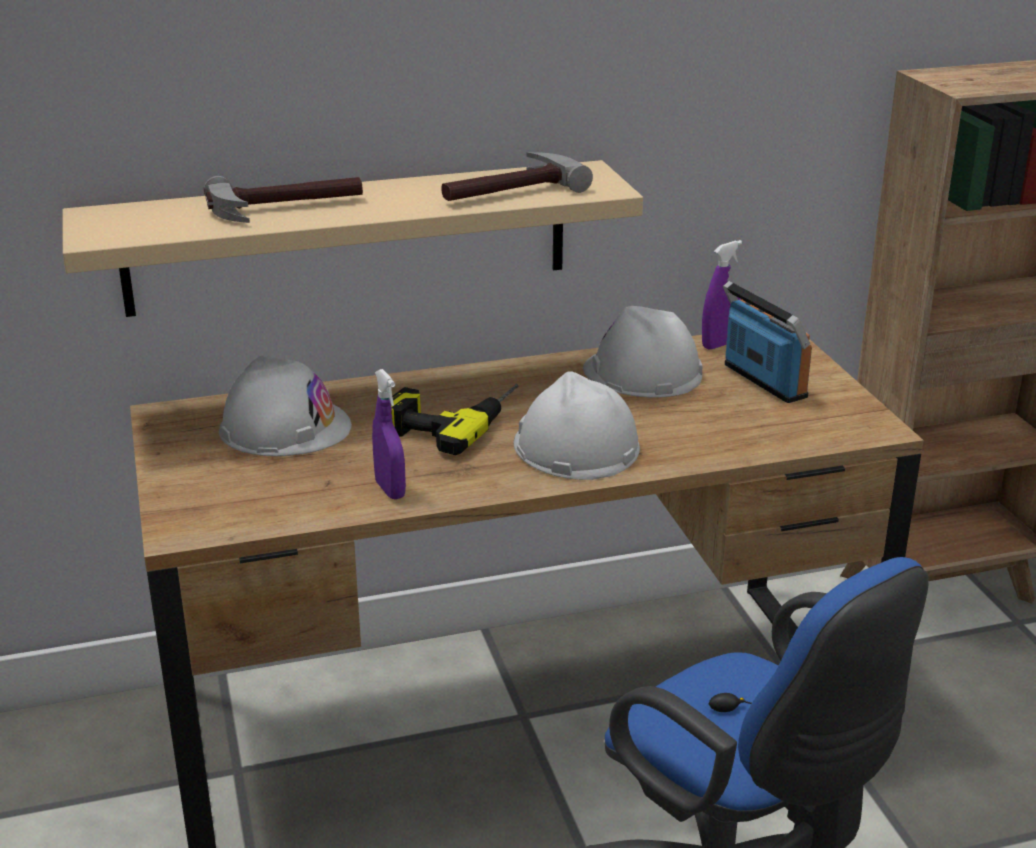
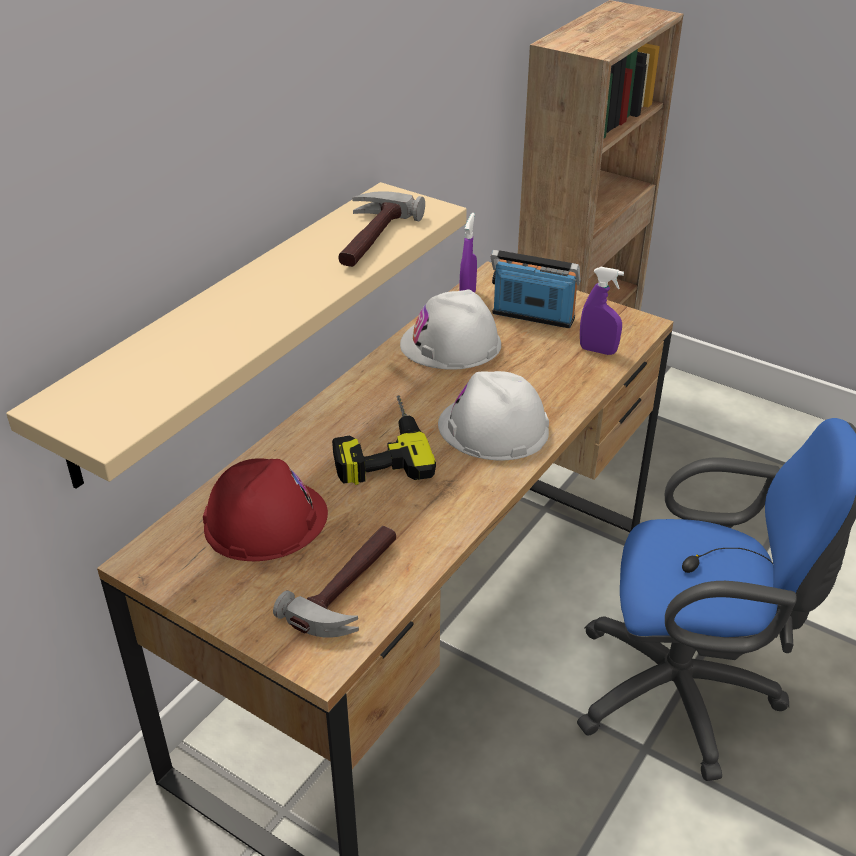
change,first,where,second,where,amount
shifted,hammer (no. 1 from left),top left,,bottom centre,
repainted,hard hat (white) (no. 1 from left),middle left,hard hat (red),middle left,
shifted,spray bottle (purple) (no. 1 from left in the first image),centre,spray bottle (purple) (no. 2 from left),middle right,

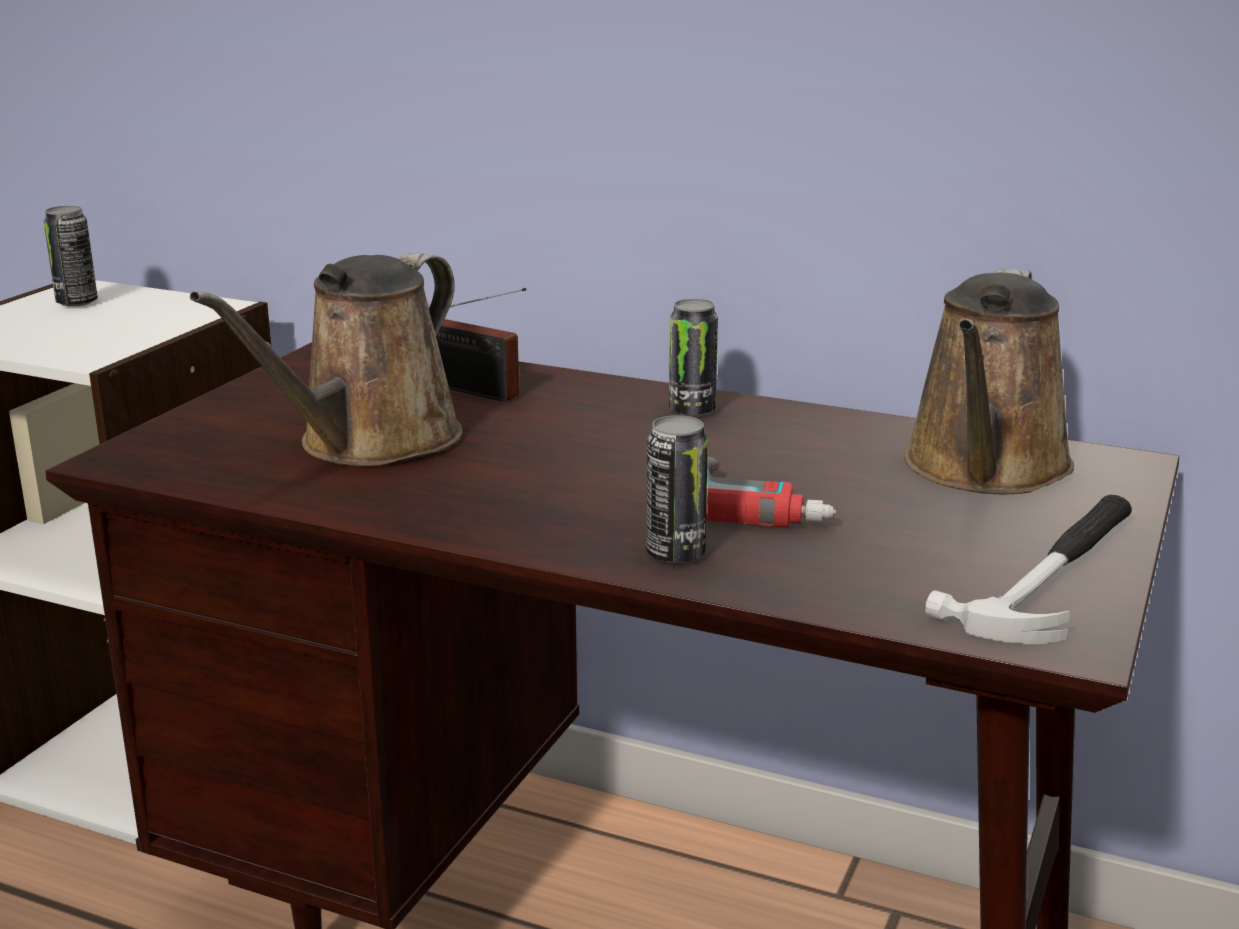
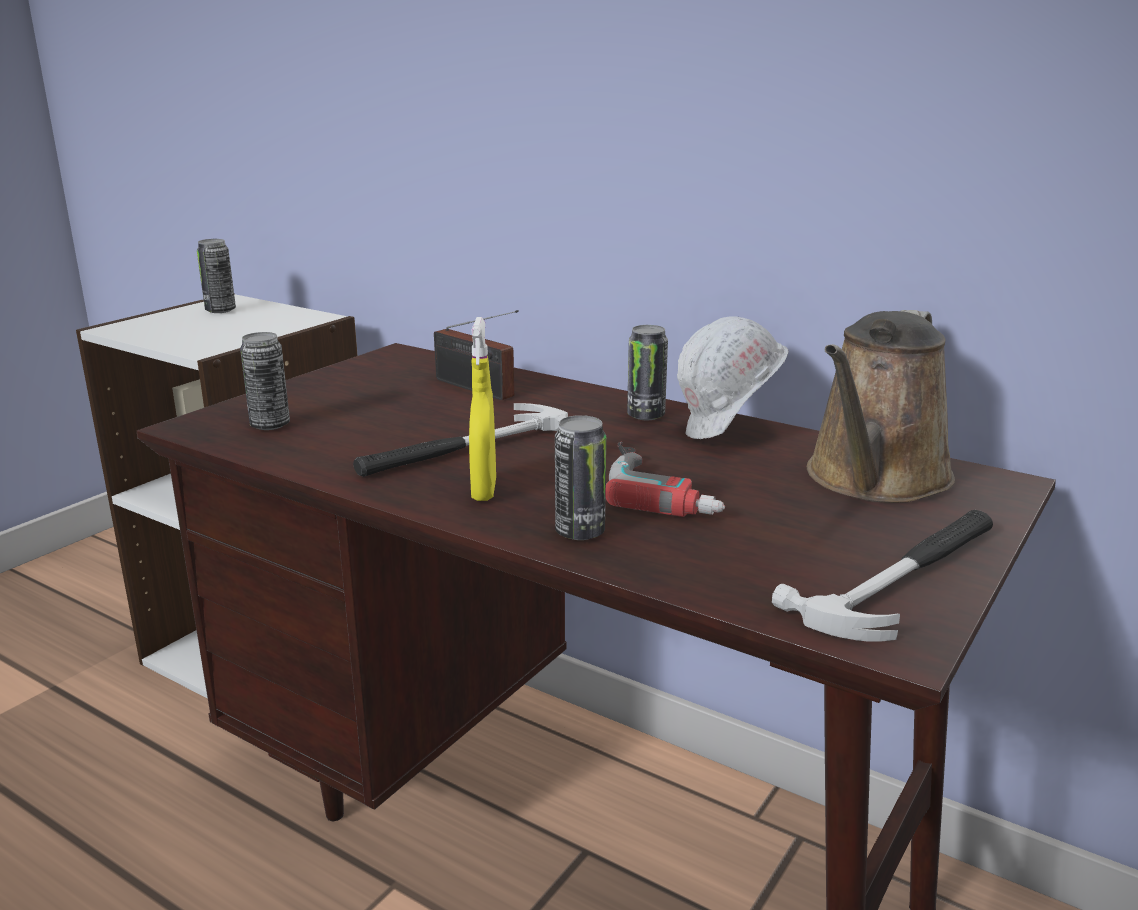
change,first,where,second,where,amount
gone,watering can (brown) (no. 1 from left),middle left,,,
new,,,spray bottle (yellow),centre,
new,,,hard hat (white),centre,
new,,,can (no. 2 from left),middle left,
new,,,hammer (no. 1 from left),centre,

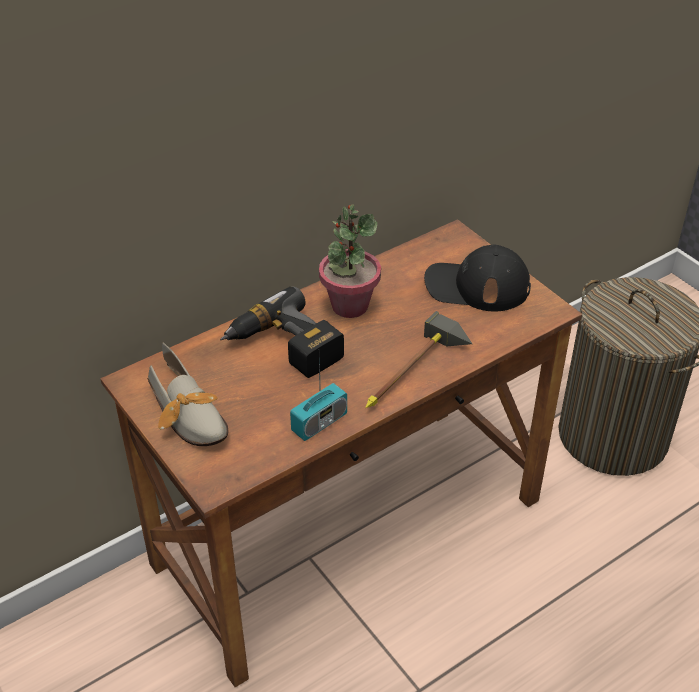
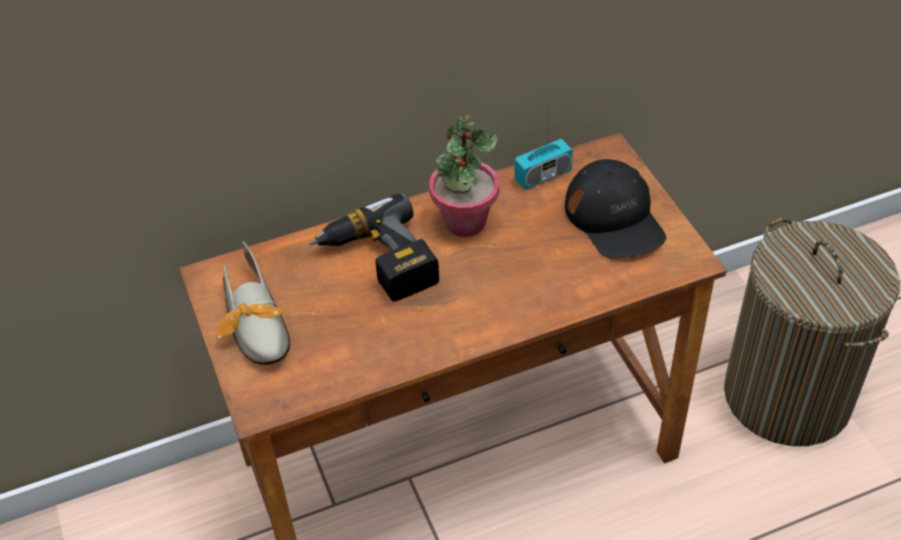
change,first,where,second,where,amount
rotated,cap (black),middle right,,middle right,135 degrees counterclockwise
gone,hammer,centre,,,
shifted,radio,centre,,top centre,

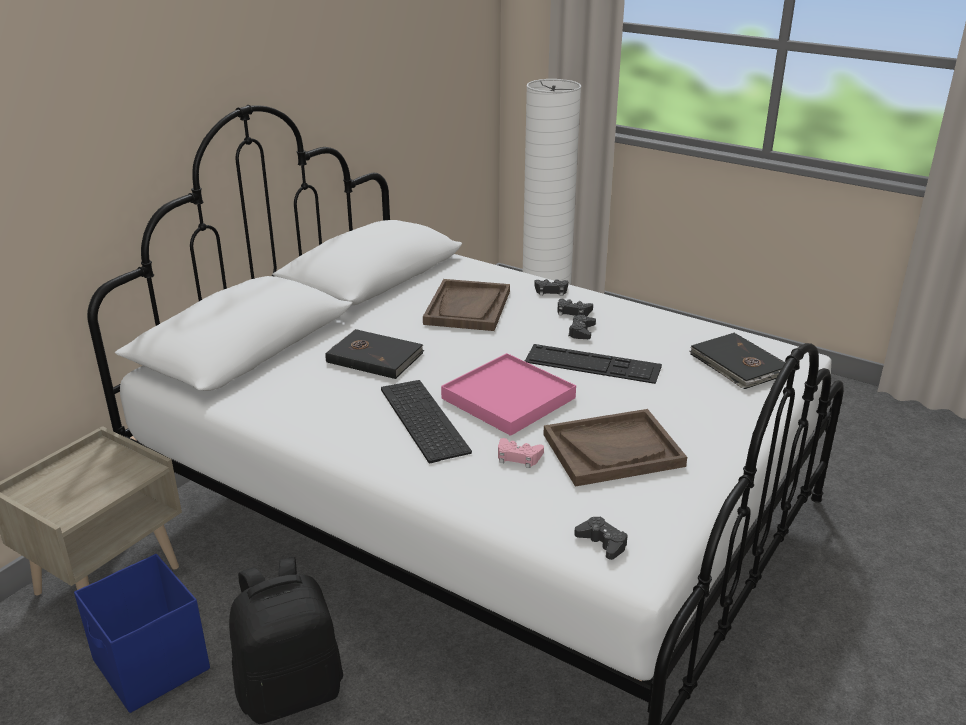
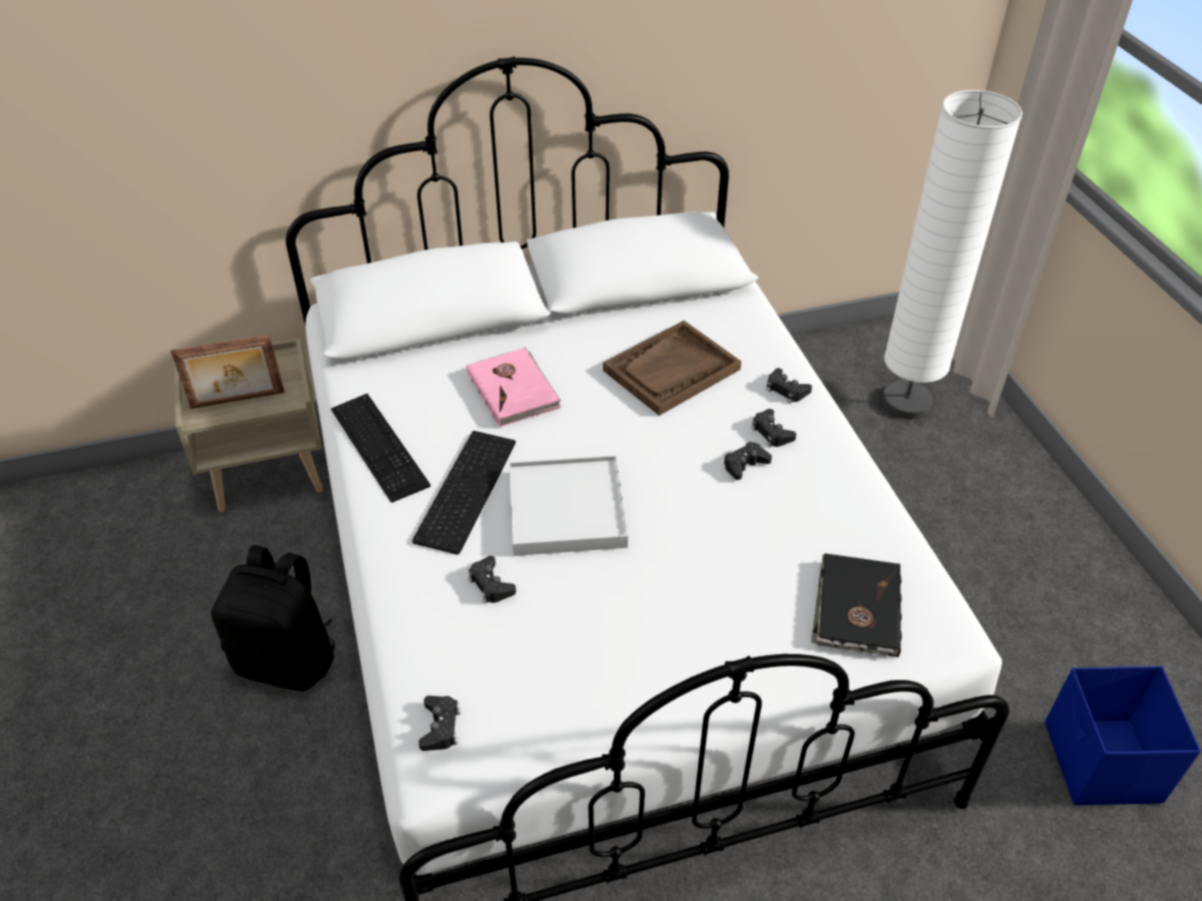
change,first,where,second,where,amount
repainted,book (black) (no. 1 from left),centre,book (pink),centre,
shifted,keyboard (no. 2 from left in the first image),centre,keyboard (no. 1 from left),middle left,
repainted,tray (pink),centre,tray (white),centre,
gone,tray (brown) (no. 2 from left),centre,,,
repainted,game controller (pink),centre,game controller (black) (no. 2 from left),centre,
shifted,storage box (blue),bottom left,,bottom right,
new,,,picture frame,middle left,

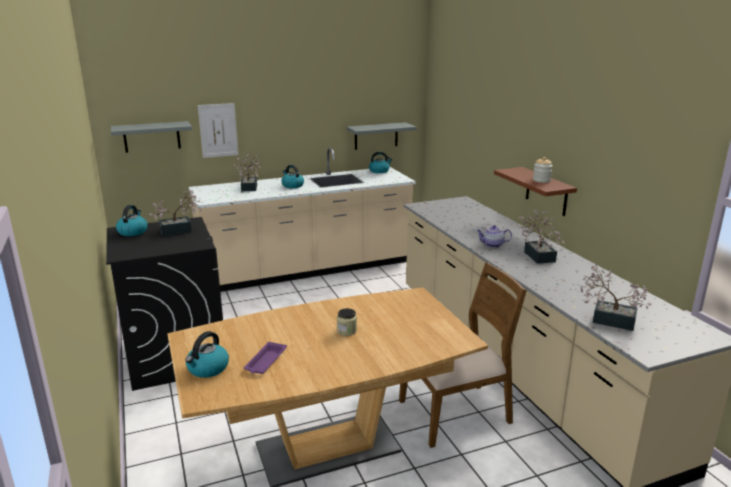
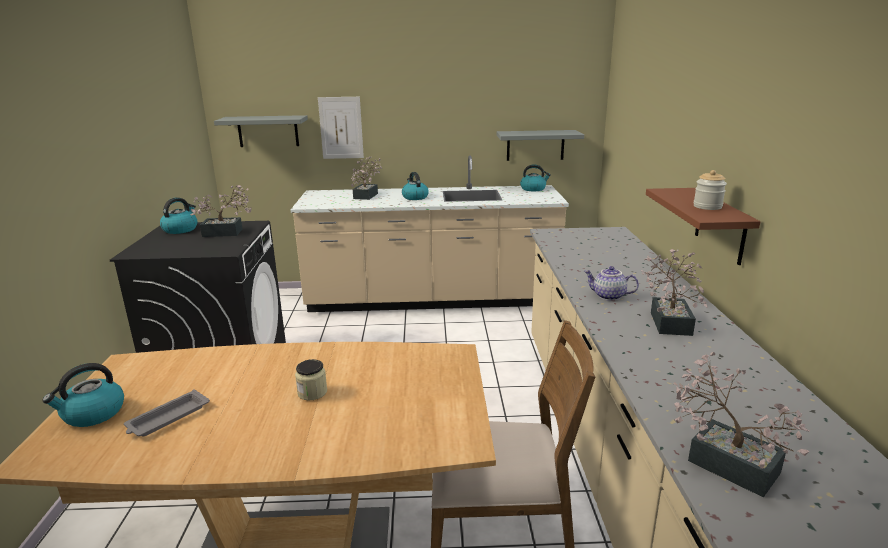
change,first,where,second,where,amount
repainted,tray (purple),bottom centre,tray (grey),bottom left,

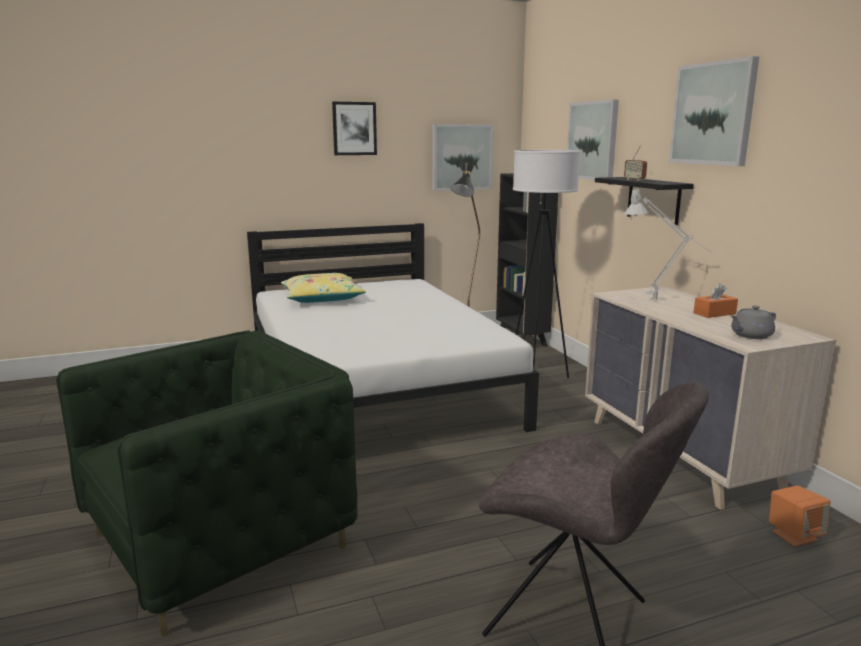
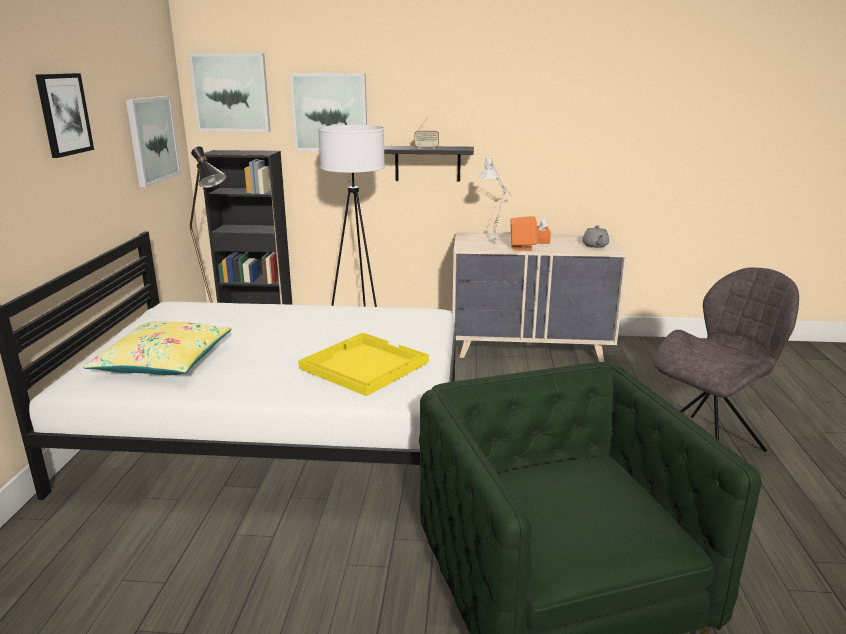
change,first,where,second,where,amount
shifted,picture (no. 4 from left in the first image),top right,picture (no. 3 from left),top left,
shifted,speaker (orange),bottom right,,centre,
new,,,tray (yellow),centre,

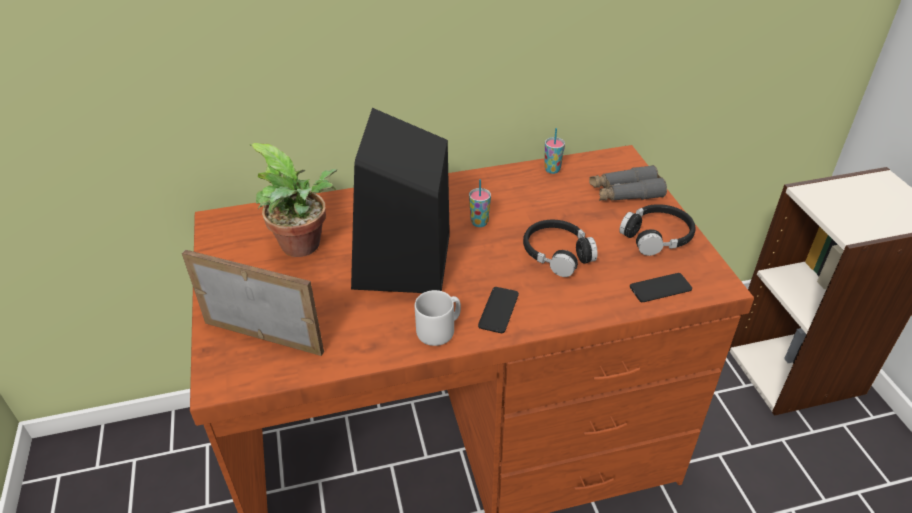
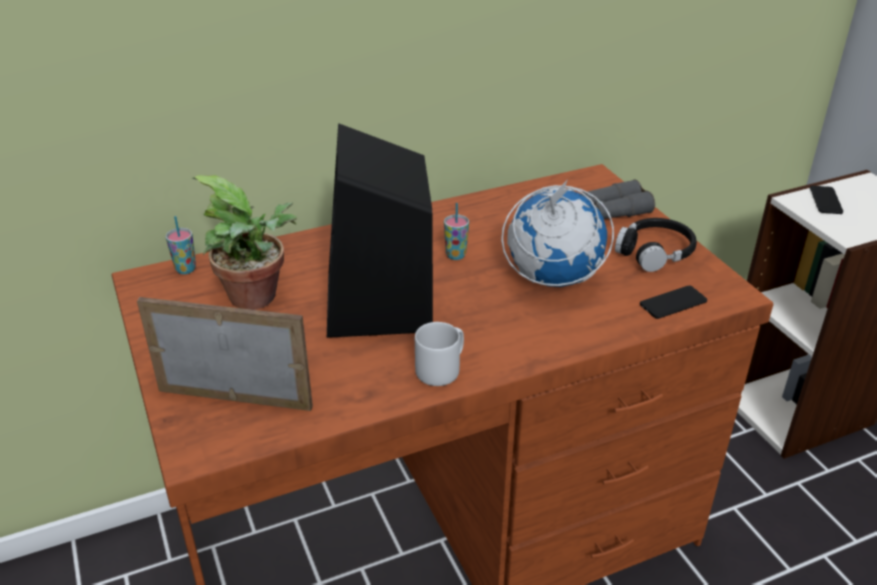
change,first,where,second,where,amount
shifted,cup (no. 2 from left in the first image),top centre,cup (no. 1 from left),middle left,
swapped,headphones (black) (no. 1 from left),centre,globe,centre,
shifted,phone (no. 1 from left in the first image),centre,phone (no. 2 from left),middle right,

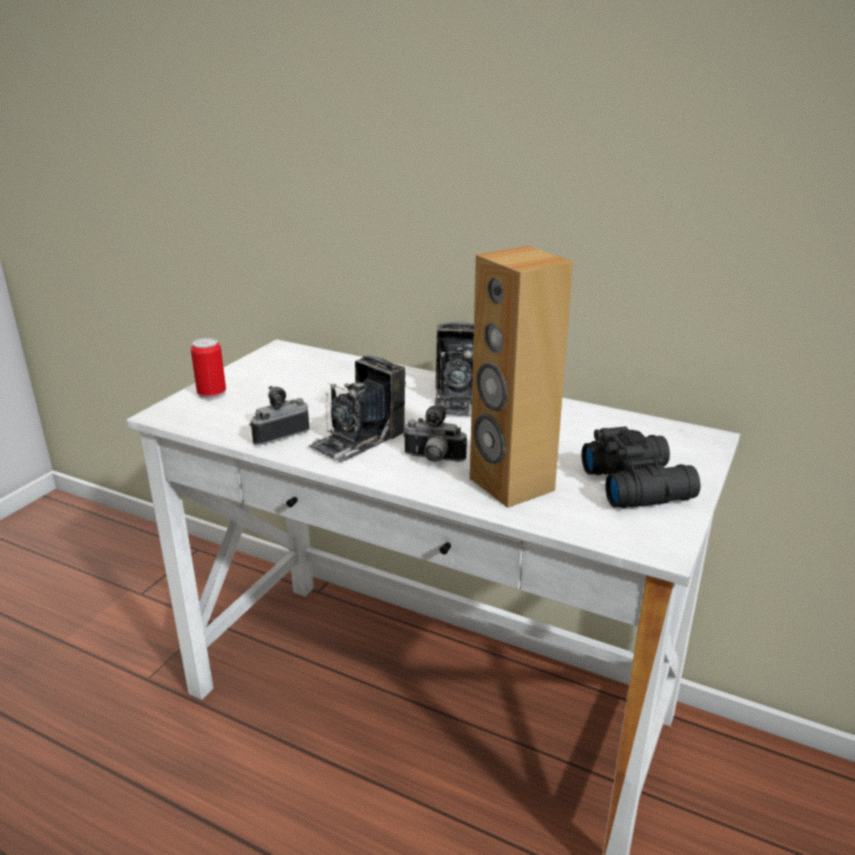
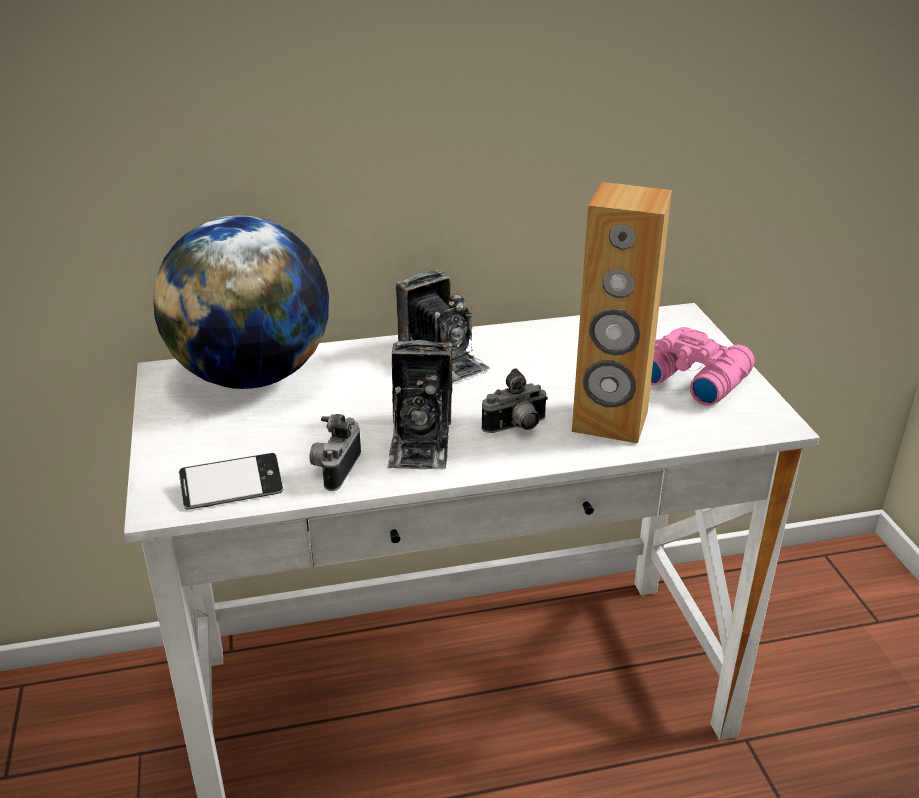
change,first,where,second,where,amount
gone,can,middle left,,,
repainted,binoculars (black),middle right,binoculars (pink),middle right,
new,,,globe,middle left,
new,,,phone,middle left,

